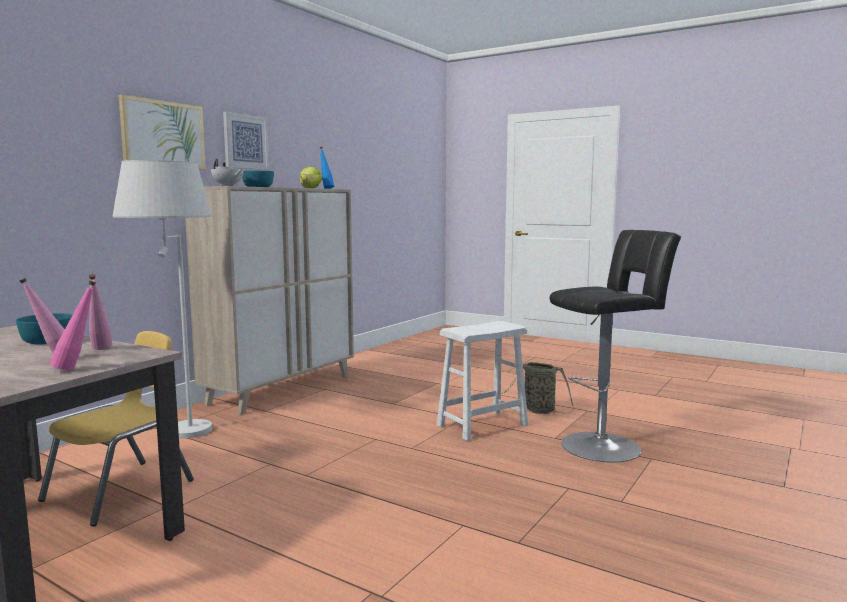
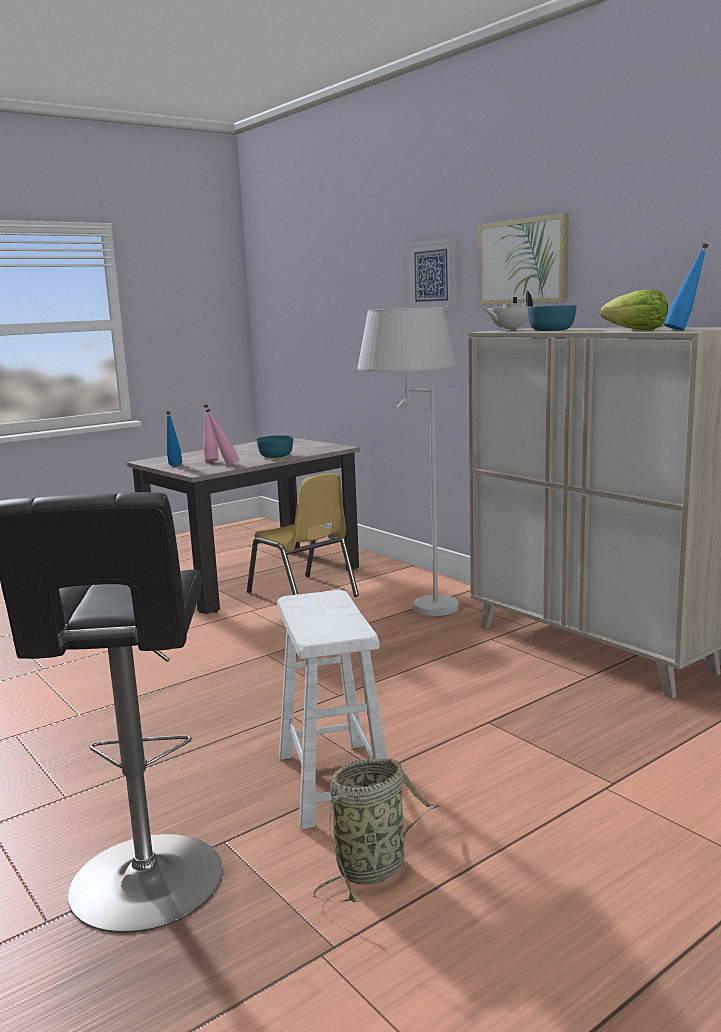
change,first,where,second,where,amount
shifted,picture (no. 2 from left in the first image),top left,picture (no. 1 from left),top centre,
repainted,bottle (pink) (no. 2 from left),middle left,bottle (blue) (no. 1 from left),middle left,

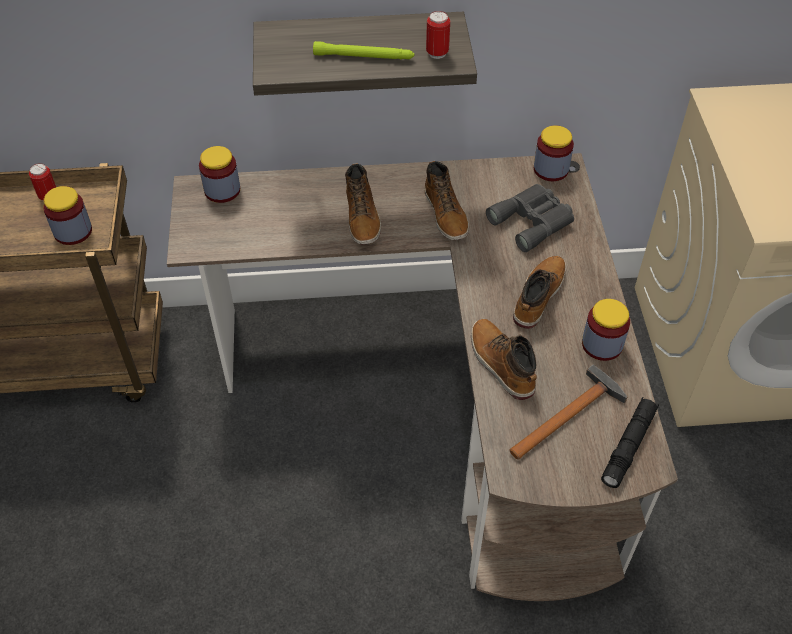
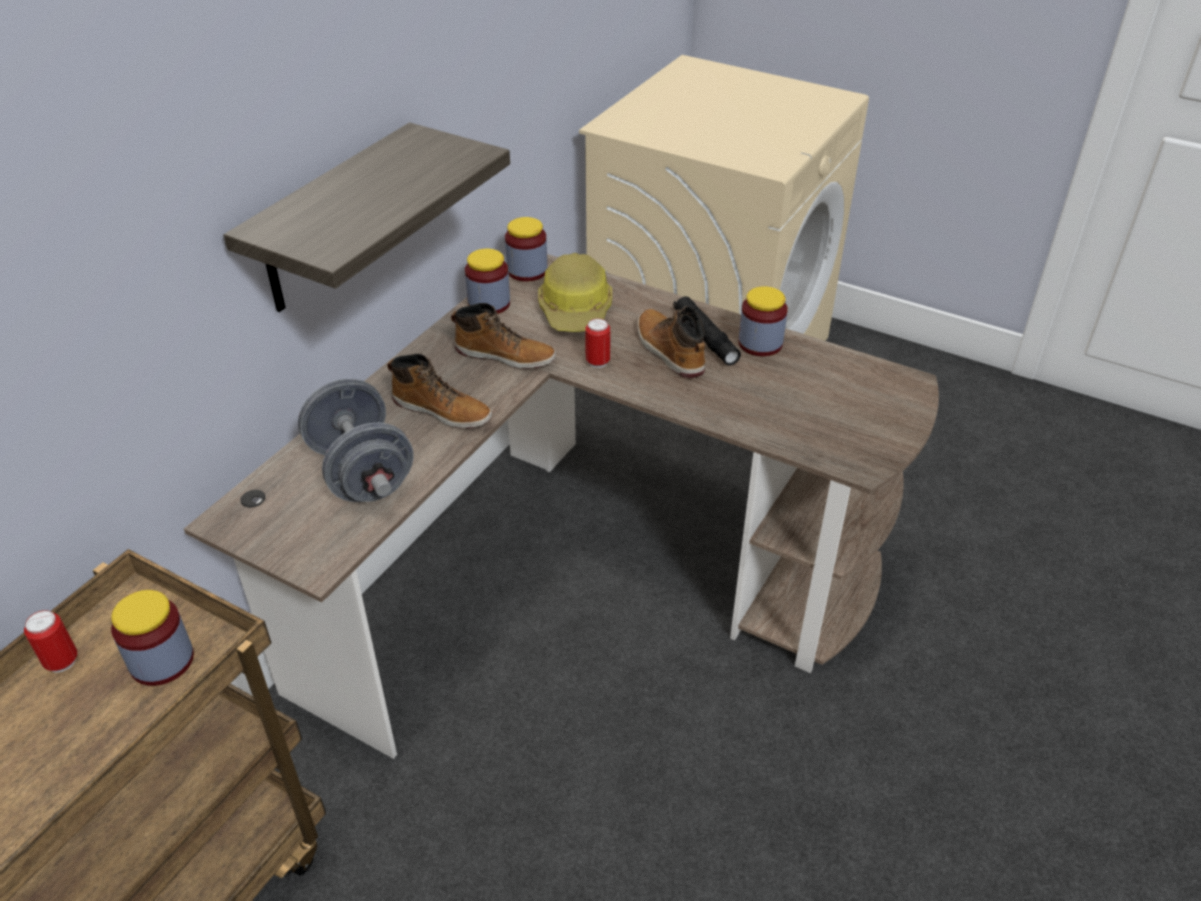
change,first,where,second,where,amount
shifted,can (no. 2 from left),top centre,,centre,
gone,flashlight (green),top centre,,,
shifted,jar (no. 2 from left),top left,,top centre,
swapped,binoculars (grey),middle right,hard hat,top centre,
gone,boot (no. 3 from left),centre,,,
gone,hammer,middle right,,,
shifted,flashlight (black),bottom right,,centre,
new,,,dumbbell (grey),middle left,

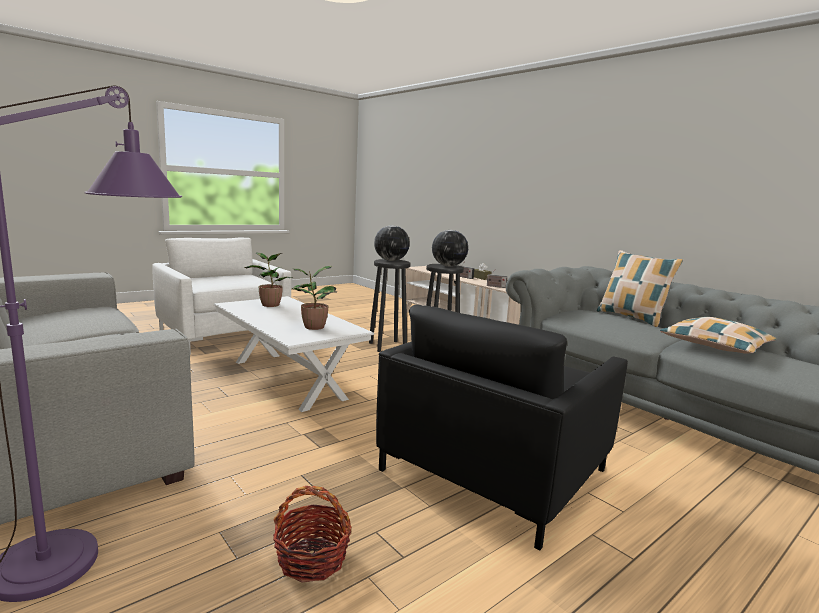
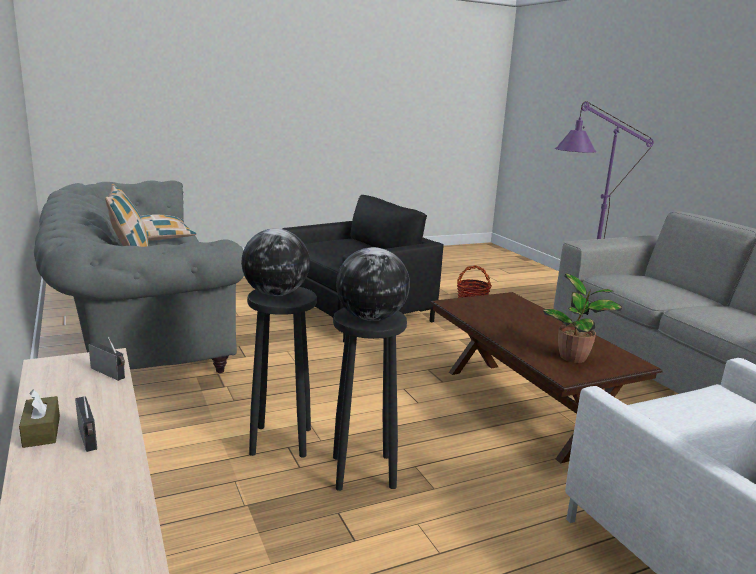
change,first,where,second,where,amount
gone,potted plant (no. 2 from left),centre,,,
repainted,coffee table (white),centre,coffee table (brown),middle right,

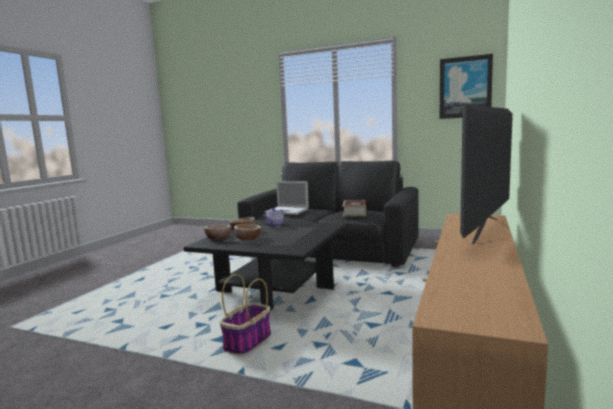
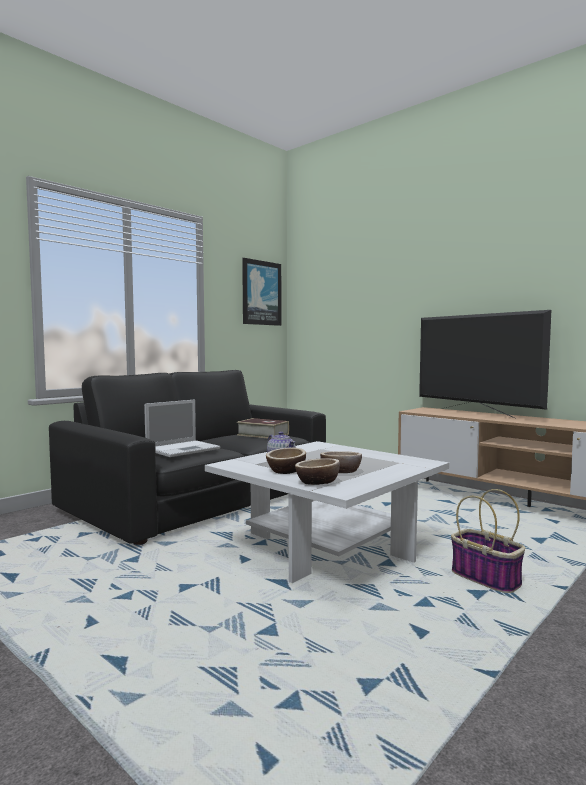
change,first,where,second,where,amount
repainted,coffee table (black),centre,coffee table (white),centre,

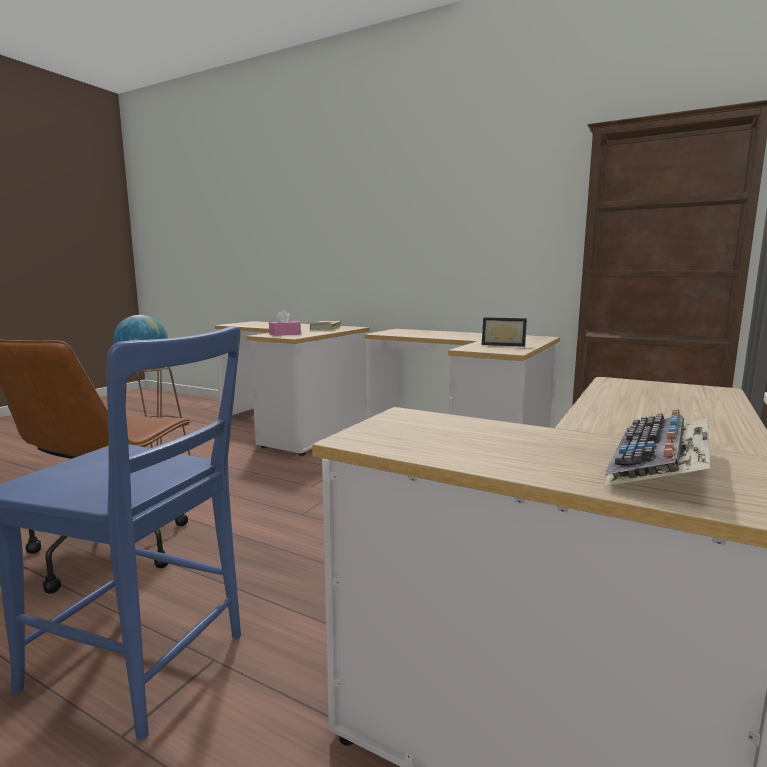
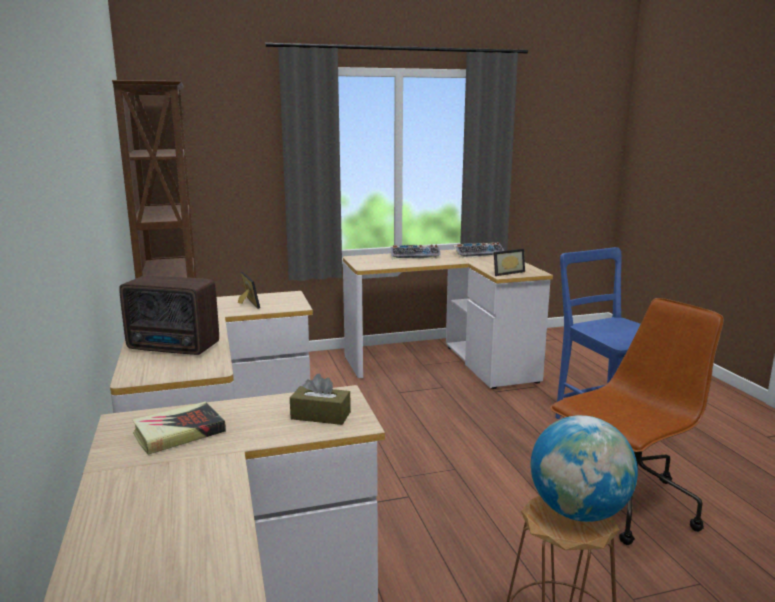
change,first,where,second,where,amount
repainted,tissue box (pink),centre,tissue box (brown),centre,
new,,,keyboard (no. 1 from left),centre,
new,,,picture frame (no. 2 from left),centre,
new,,,radio,middle left,

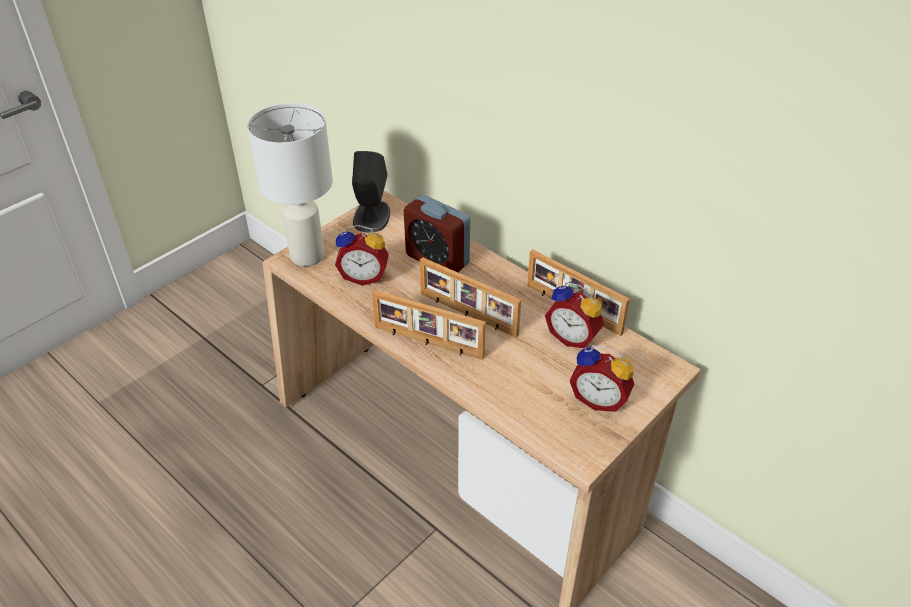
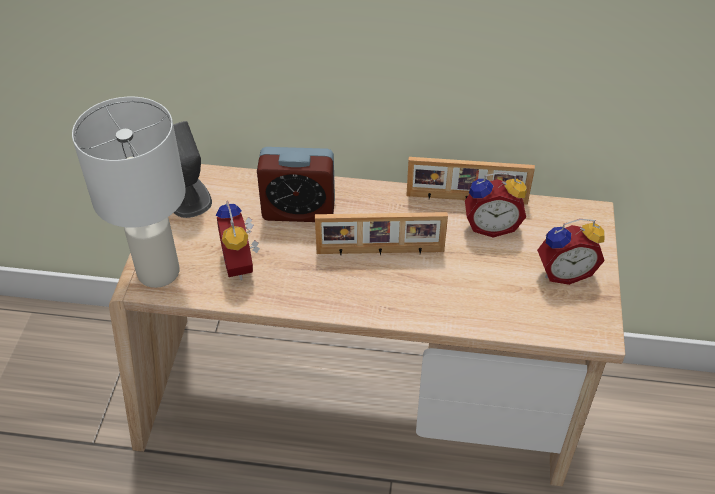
change,first,where,second,where,amount
rotated,alarm clock (no. 1 from left),centre,,middle left,105 degrees clockwise
gone,picture frame (no. 1 from left),centre,,,

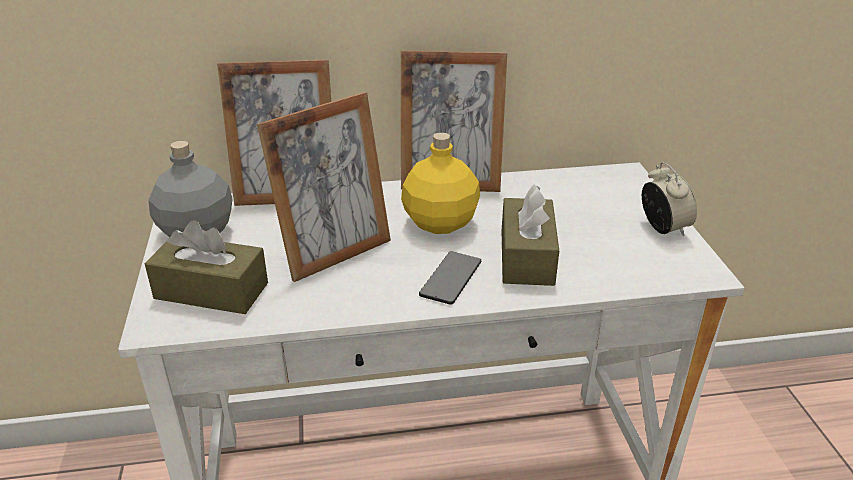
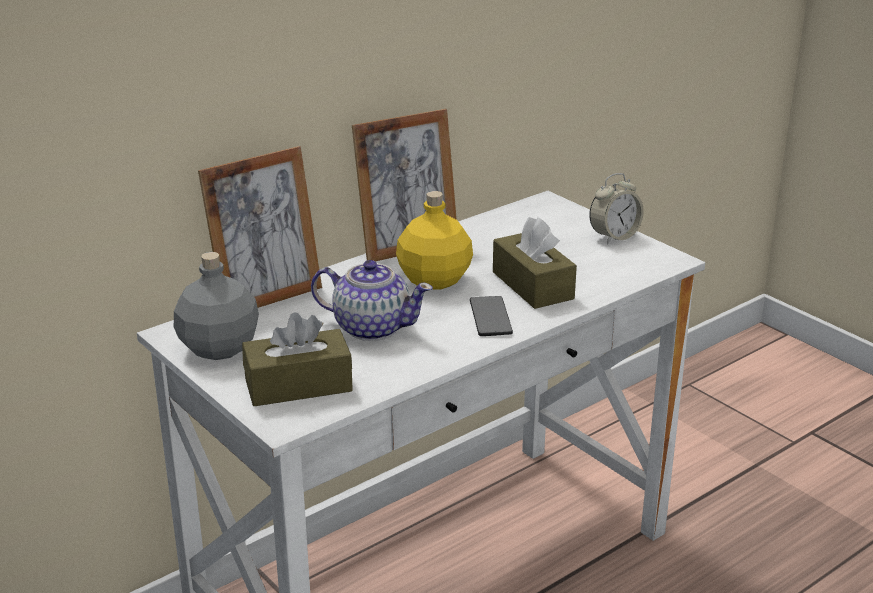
change,first,where,second,where,amount
swapped,picture frame (no. 2 from left),centre,teapot,centre,
rotated,alarm clock,middle right,,middle right,105 degrees clockwise

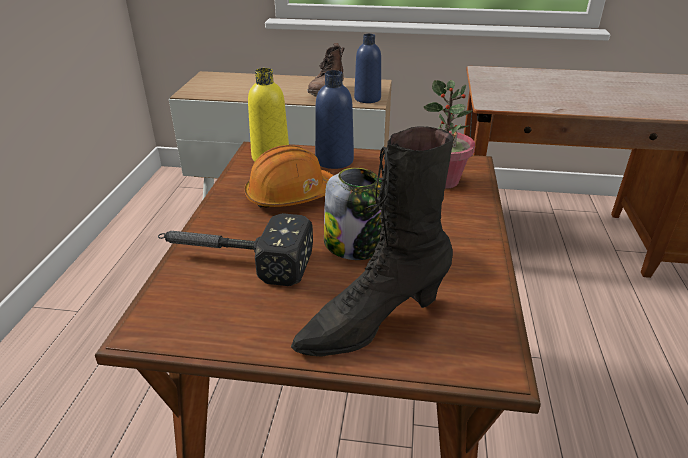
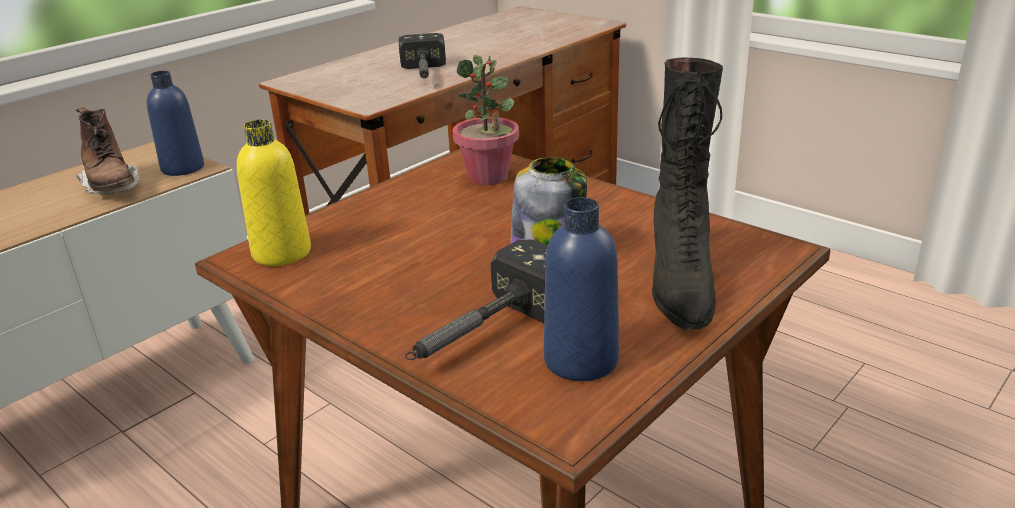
change,first,where,second,where,amount
shifted,bottle (blue) (no. 1 from left in the first image),top centre,bottle (blue) (no. 2 from left),centre,
gone,hard hat (orange),centre,,,
new,,,hammer (no. 1 from left),top centre,

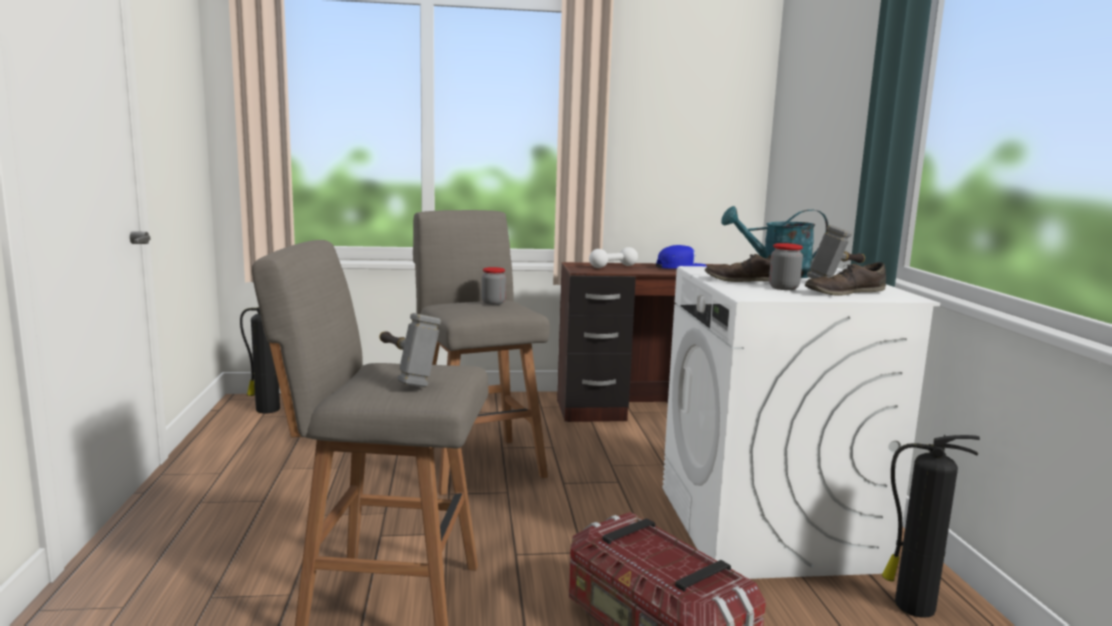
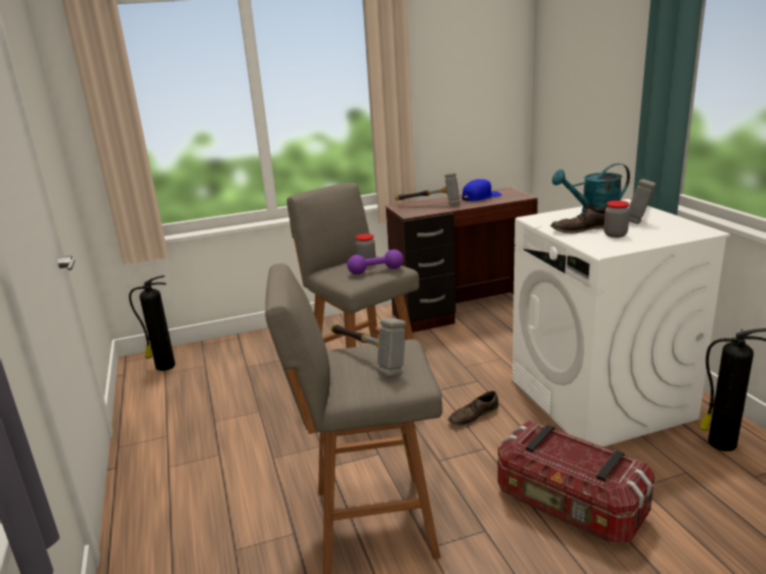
change,first,where,second,where,amount
swapped,dumbbell (white),centre,hammer (no. 2 from left),top centre,
shifted,shoe (brown) (no. 2 from left in the first image),middle right,shoe (brown) (no. 1 from left),bottom centre,
new,,,dumbbell (purple),centre,

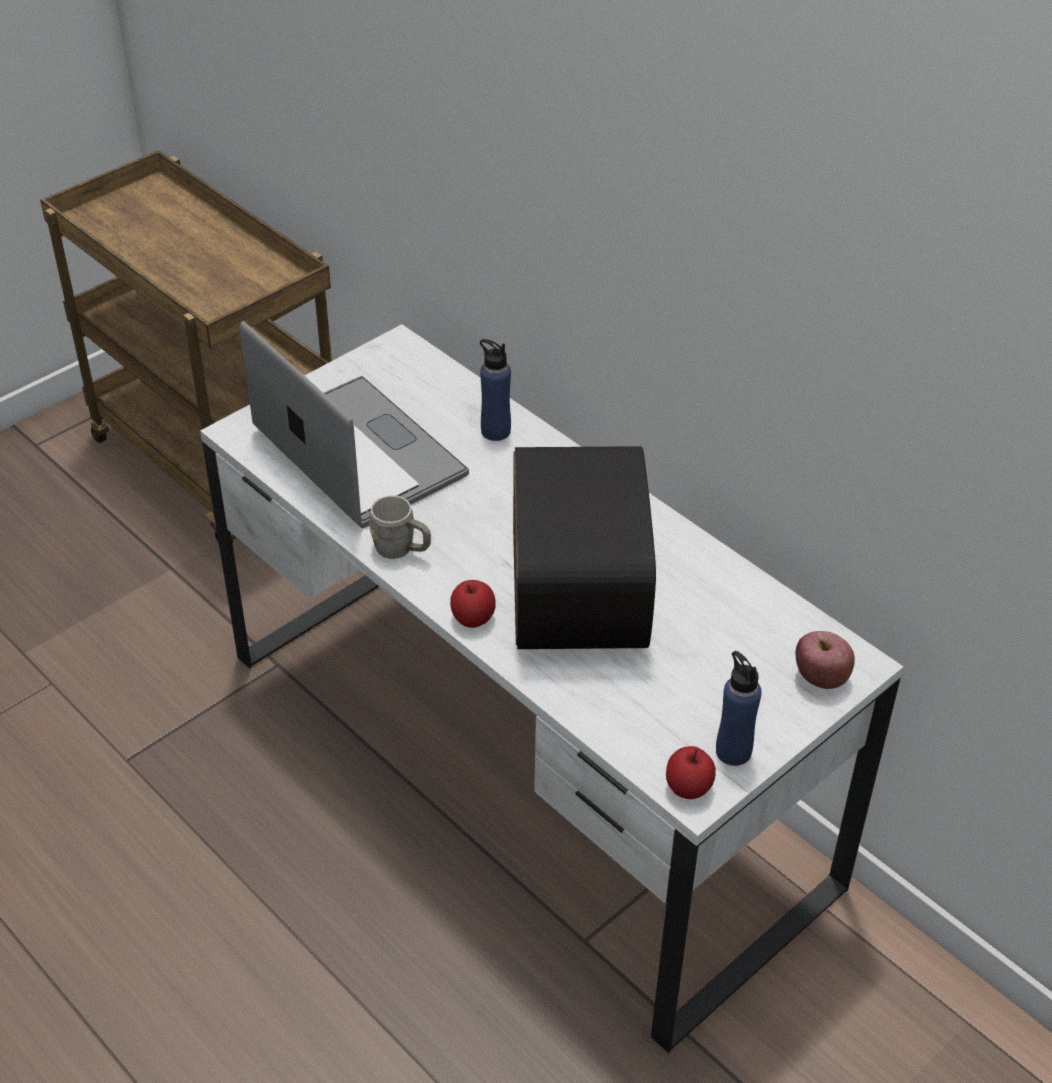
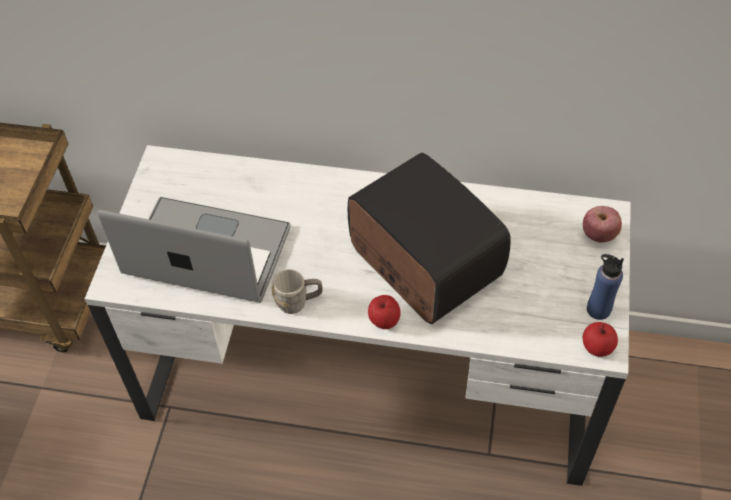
change,first,where,second,where,amount
gone,bottle (blue) (no. 1 from left),centre,,,

